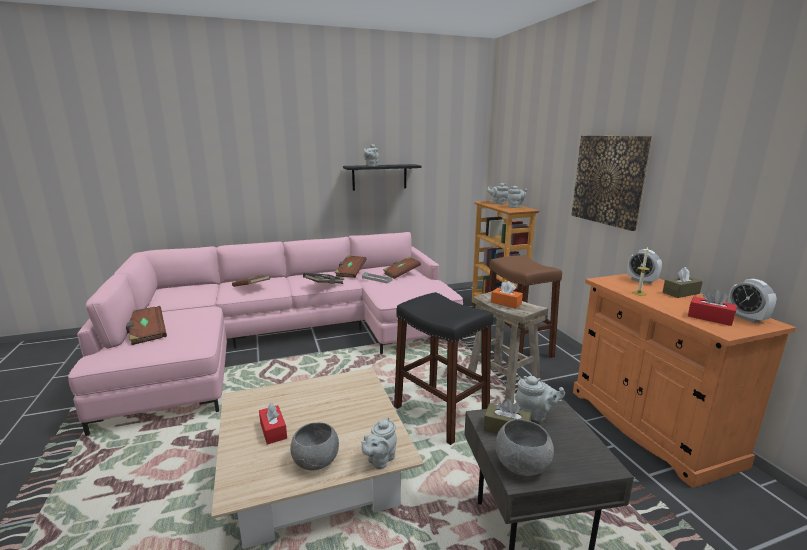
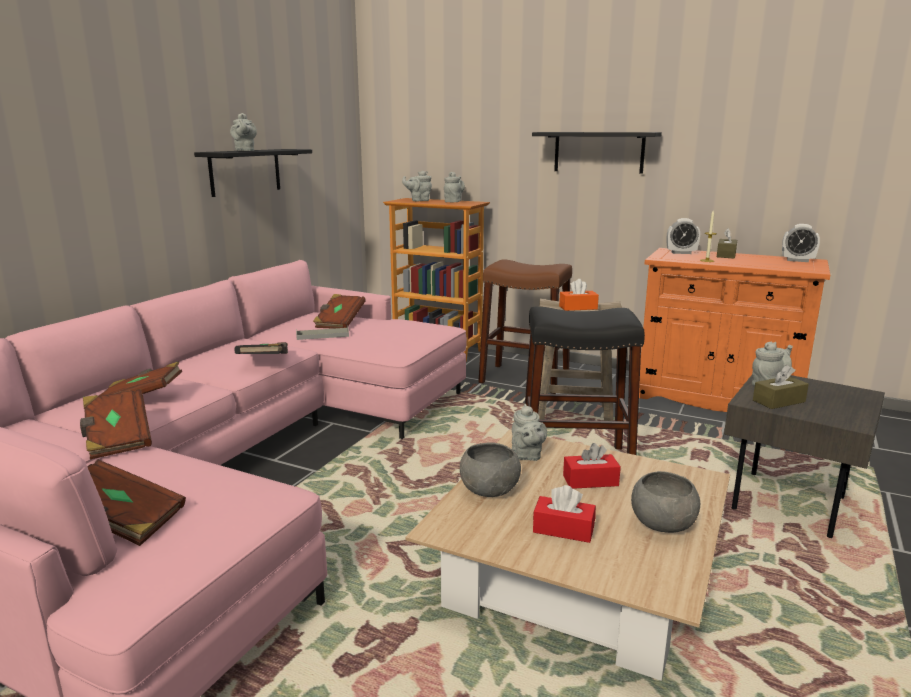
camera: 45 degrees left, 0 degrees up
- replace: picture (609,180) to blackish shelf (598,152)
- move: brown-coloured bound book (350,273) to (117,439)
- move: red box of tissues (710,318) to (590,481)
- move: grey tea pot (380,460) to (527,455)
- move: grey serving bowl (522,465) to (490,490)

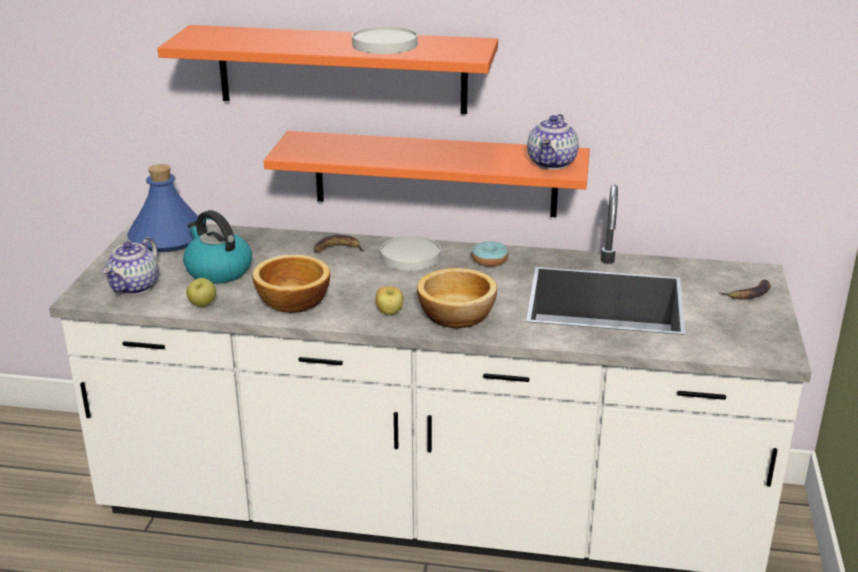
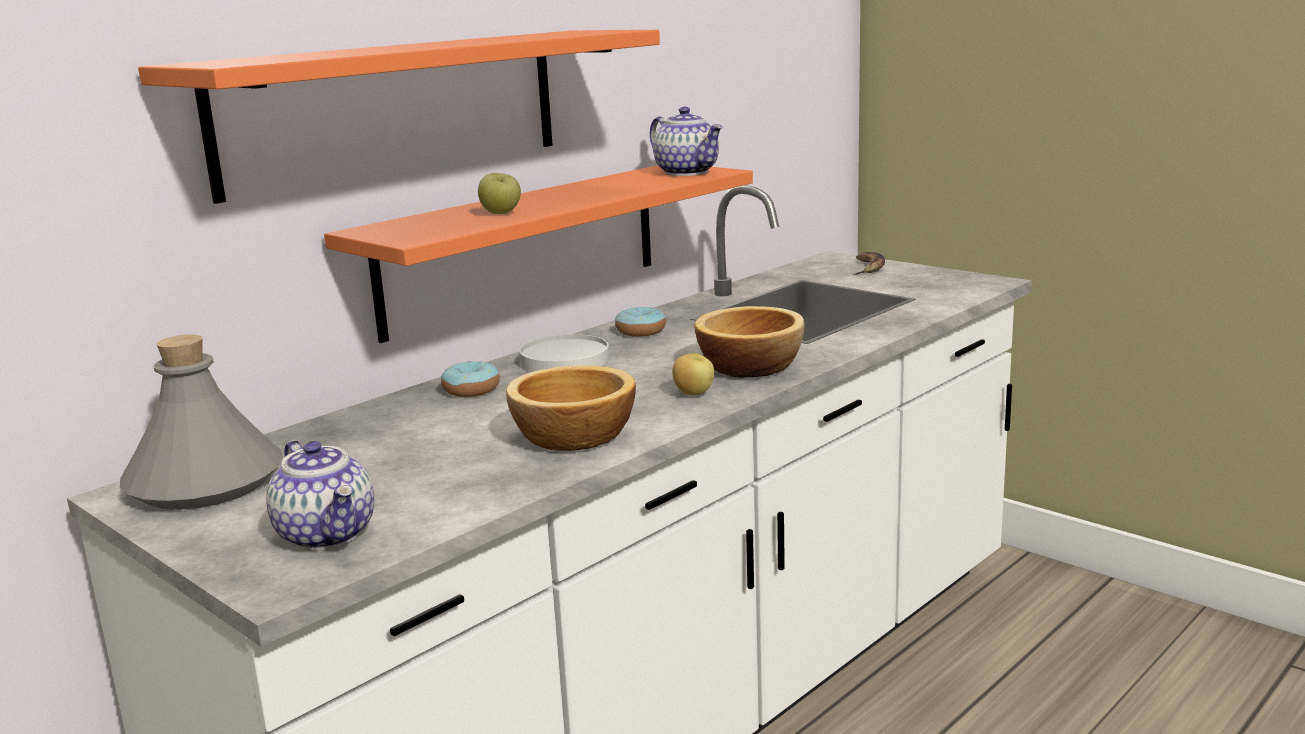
camera: 55 degrees left, 10 degrees down
- delete: white plate (385,44)
- recolor: blue-coloured beverage bottle (167,238) to grey beverage bottle (204,484)
- delete: water kettle (218,271)
- replace: banana fruit (337,249) to donut (471,390)
- move: whole apple (202,305) to (501,214)

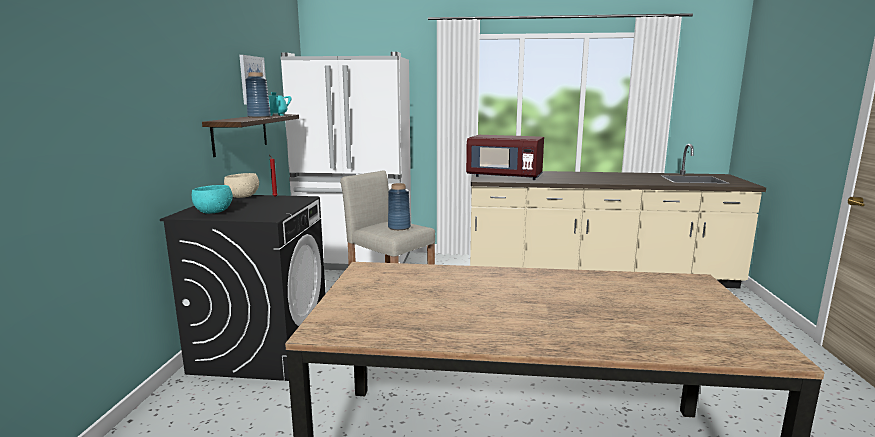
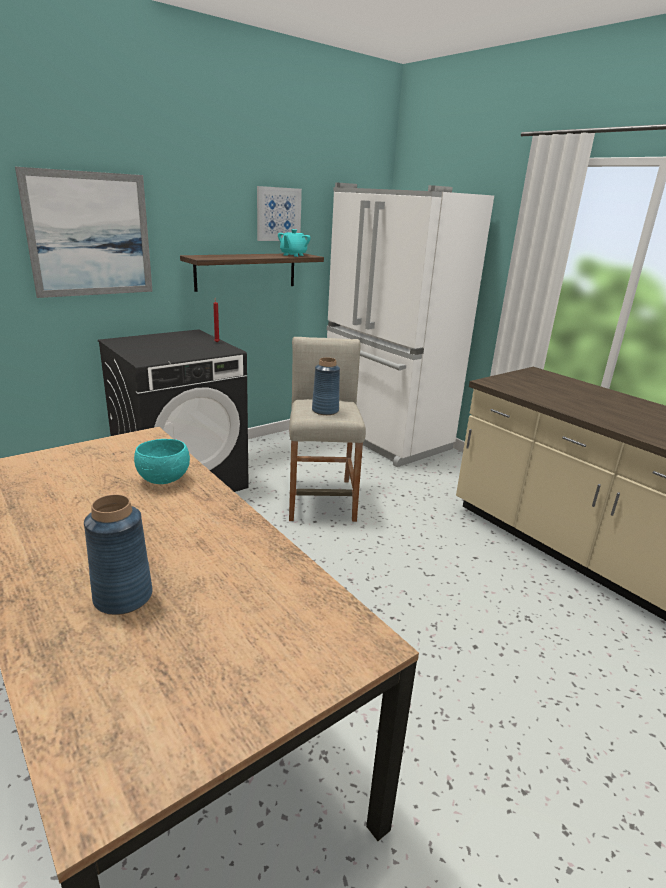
camera: 45 degrees right, 10 degrees up
- move: blue-coloured decorative vase (259,117) to (123,597)
- delete: red microwave oven (505,177)
- delete: sand-coloured serving bowl (243,197)
- move: blue-green serving bowl (214,212) to (165,479)
- insert: picture (90,235)

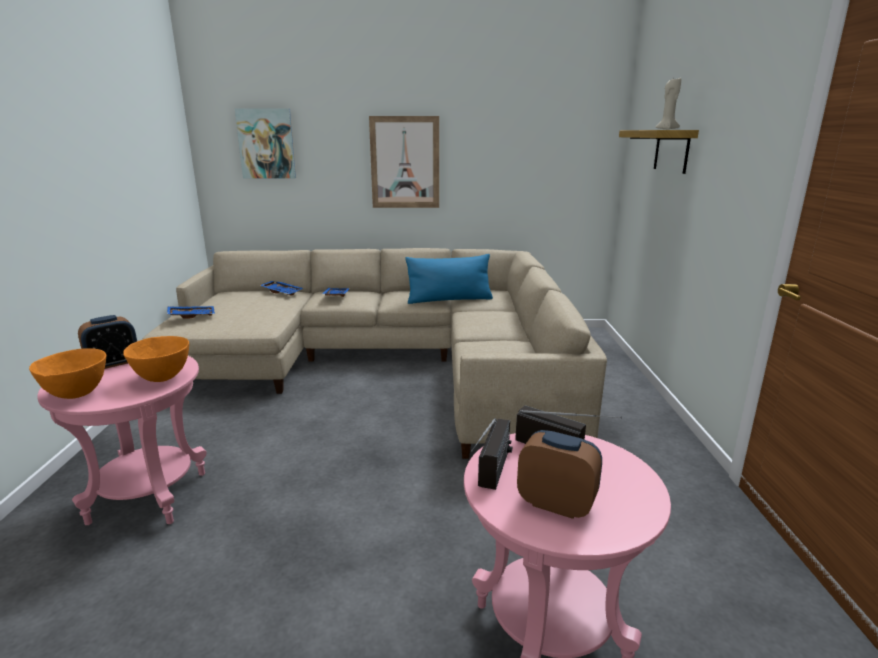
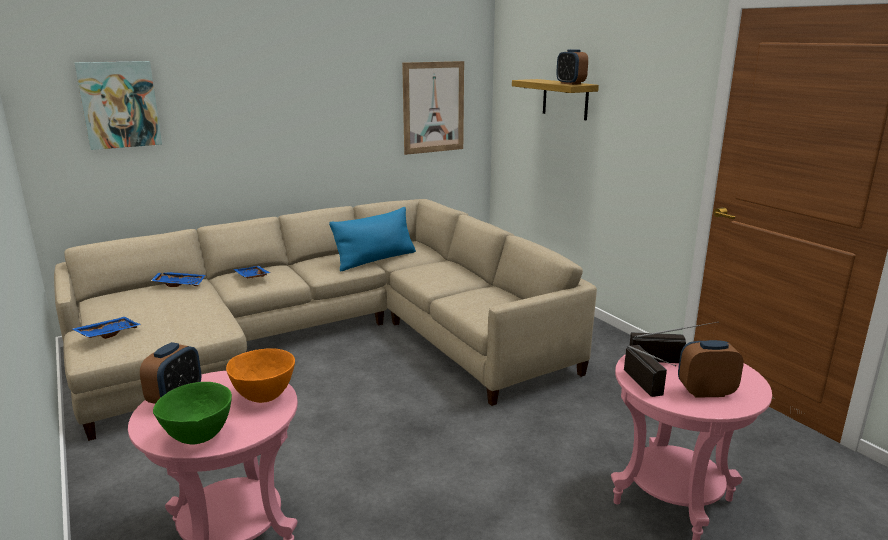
camera: 30 degrees left, 0 degrees up
- replace: sand-coloured wax light (666,129) to bedside clock (570,83)
- move: picture (405,163) to (433,107)
- recolor: orangey serving bowl (77,394) to green serving bowl (199,437)

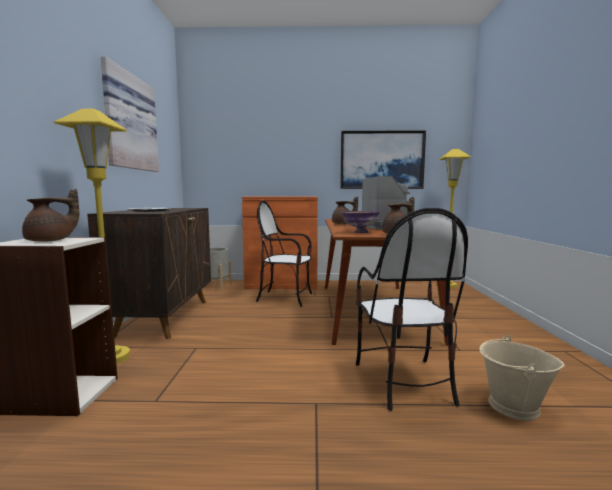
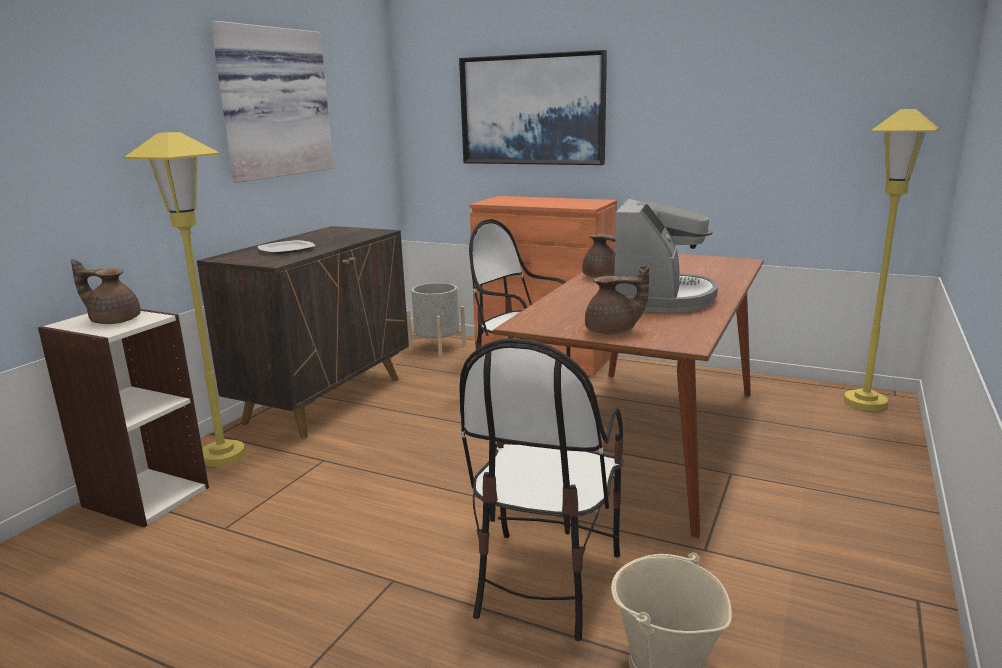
camera: 25 degrees right, 10 degrees up
- move: picture (381,160) to (532,110)
- rotate: brown-coloured tea pot (51,240) = (114,320) 150 degrees counterclockwise
- delete: purplish serving bowl (360,232)

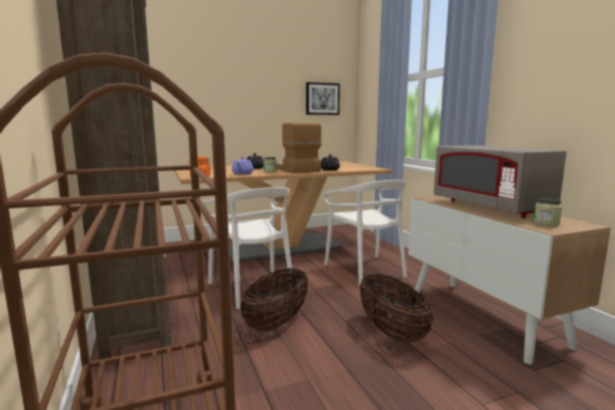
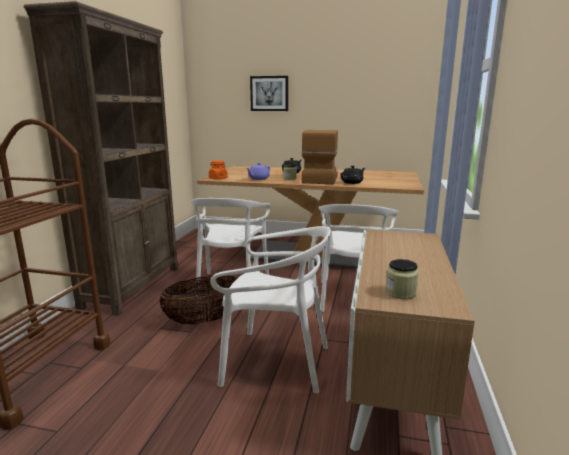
camera: 35 degrees right, 5 degrees up
- move: picture (322,99) to (269,93)
- delete: grey microwave oven (490,207)
- replace: storage basket (391,332) to white upright chair (275,362)

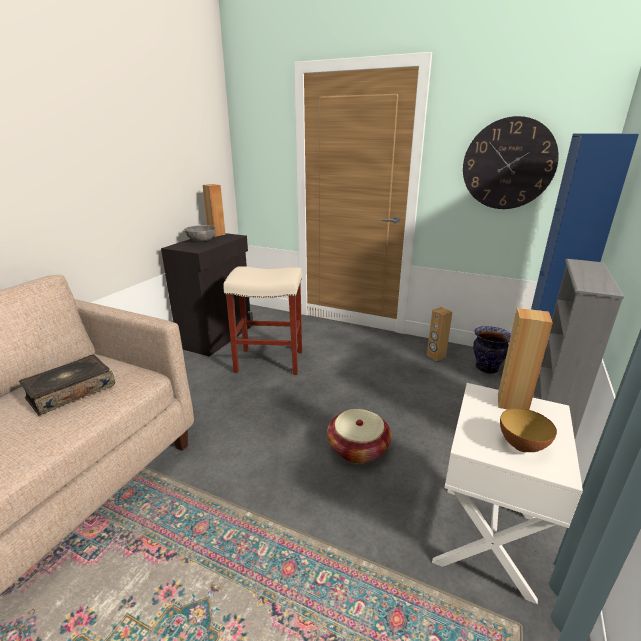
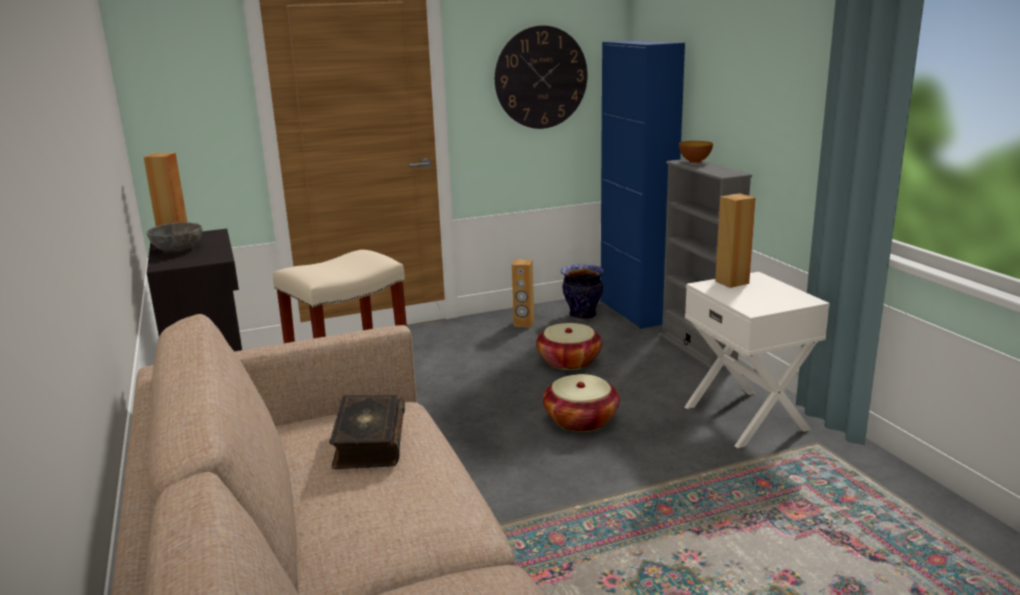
camera: 45 degrees left, 5 degrees down
- move: serving bowl (522,446) to (695,162)
- insert: storage basket (569,361)

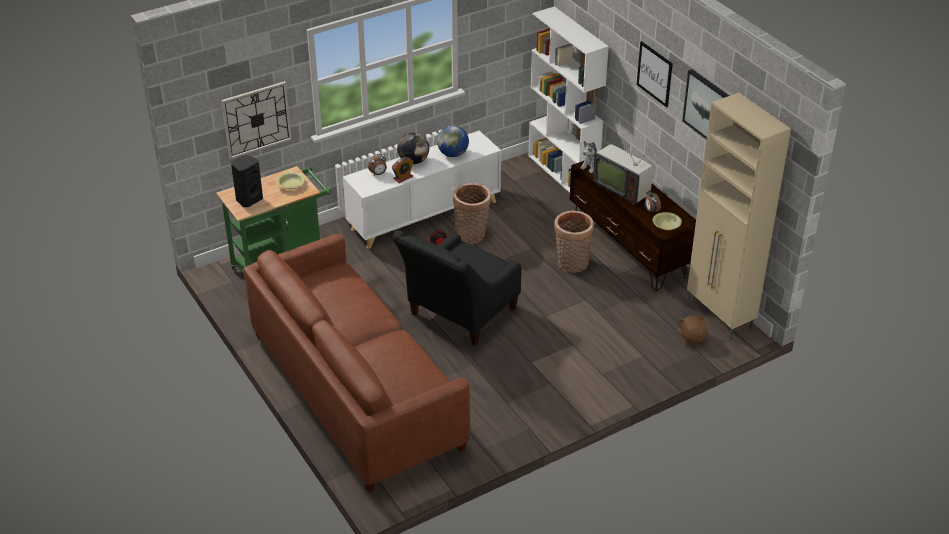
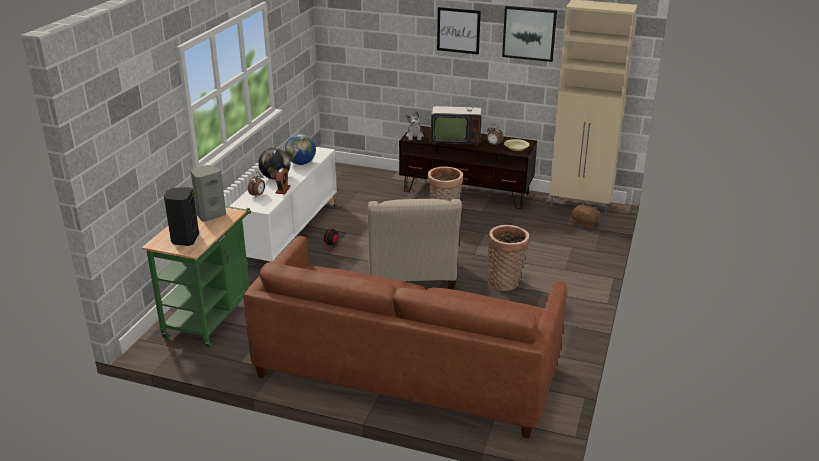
camera: 40 degrees left, 10 degrees down
- delete: white bookshelf (563,174)
- delete: wall clock (256,119)
- replace: yellowish serving bowl (291,184) to grey audio speaker (210,215)
- move: storage basket (472,236) to (505,282)
- recolor: blackish armchair (458,315) to sand-coloured armchair (411,282)

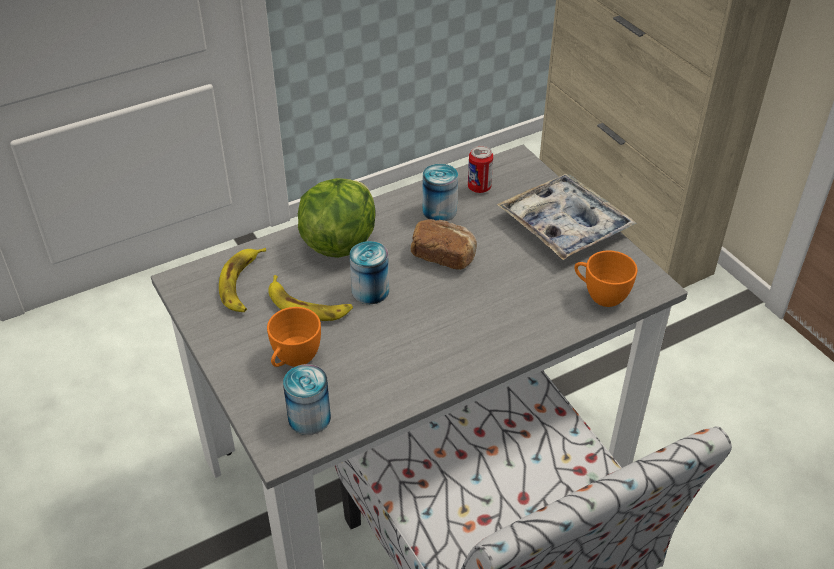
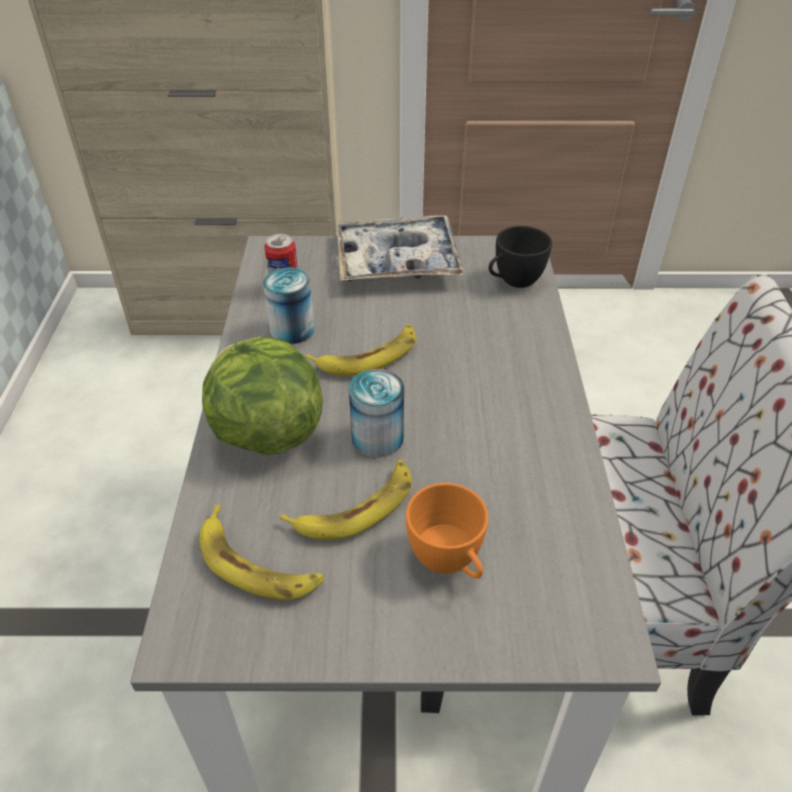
camera: 60 degrees left, 0 degrees up
- replace: baked bread (443,255) to banana fruit (368,356)
- recolor: orangey cup (600,295) to blackish cup (513,281)
- delete: metal can (309,418)

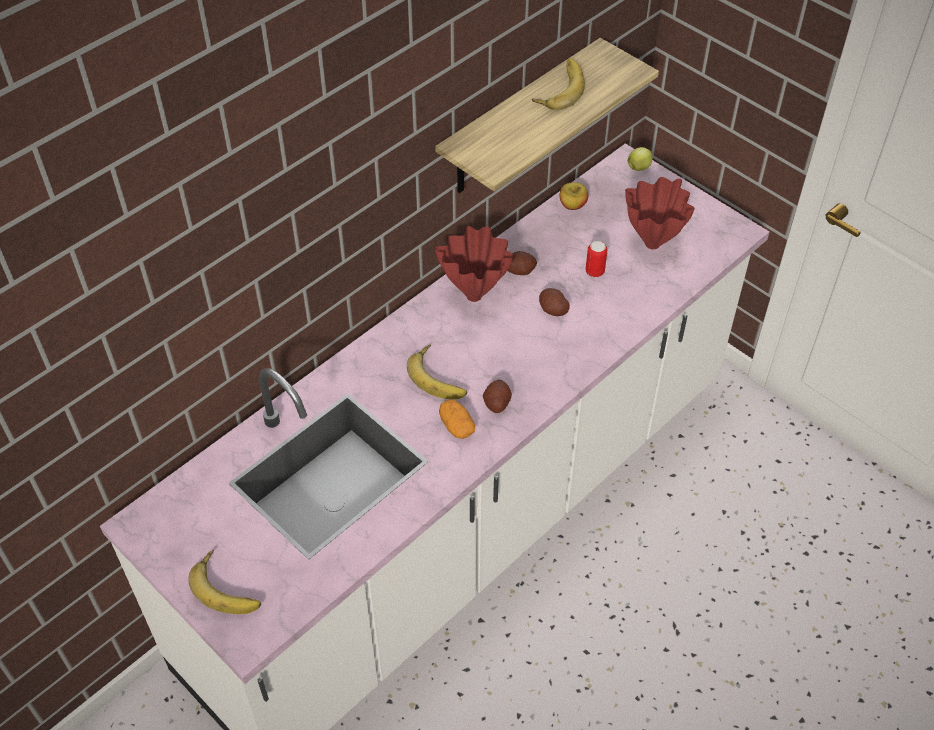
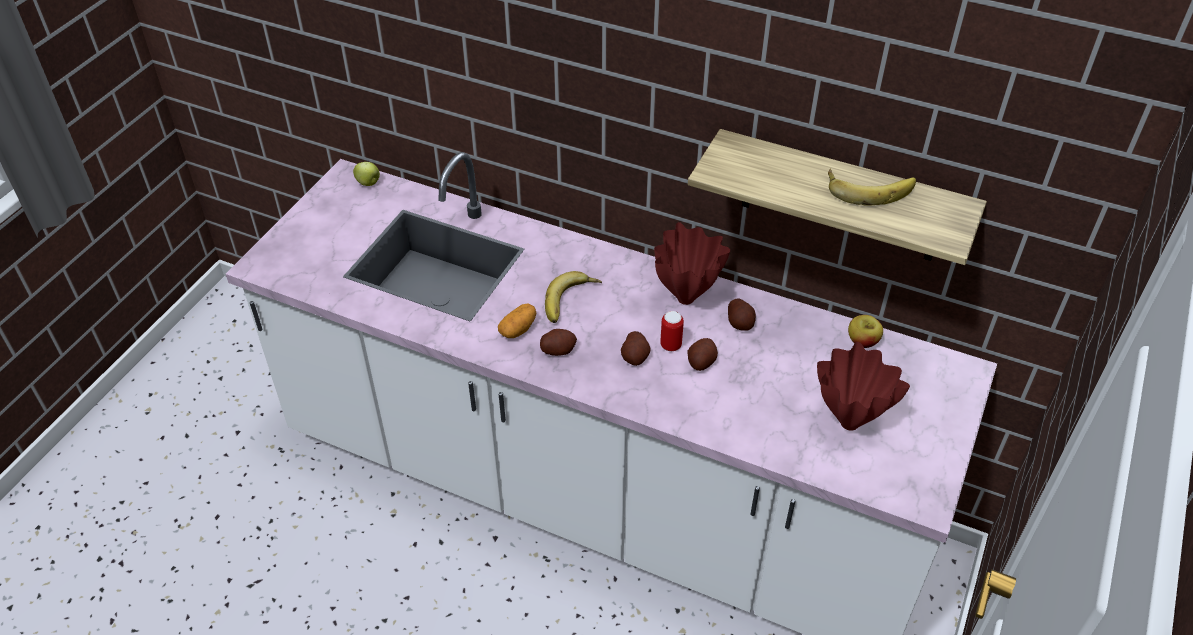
camera: 70 degrees right, 5 degrees down
- move: whole apple (639,167) to (369,183)
- move: metal can (594,272) to (670,345)
- delete: banana fruit (228,587)
- insert: spud (635,357)

